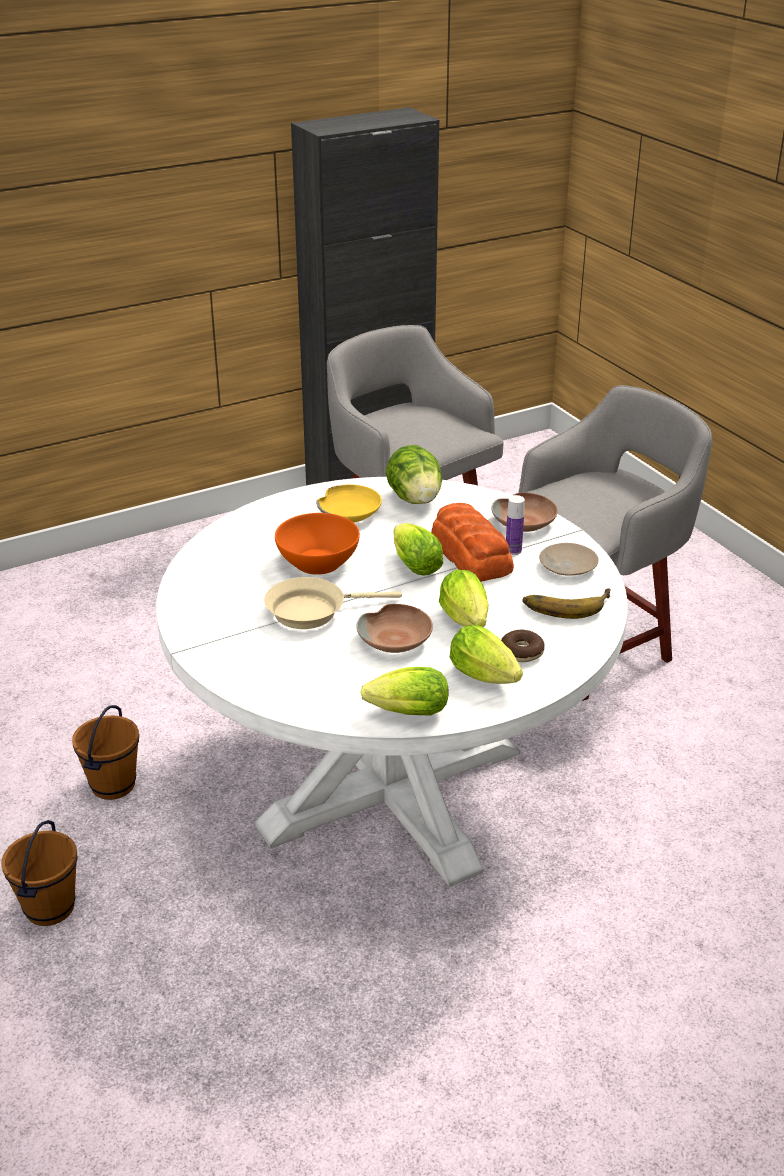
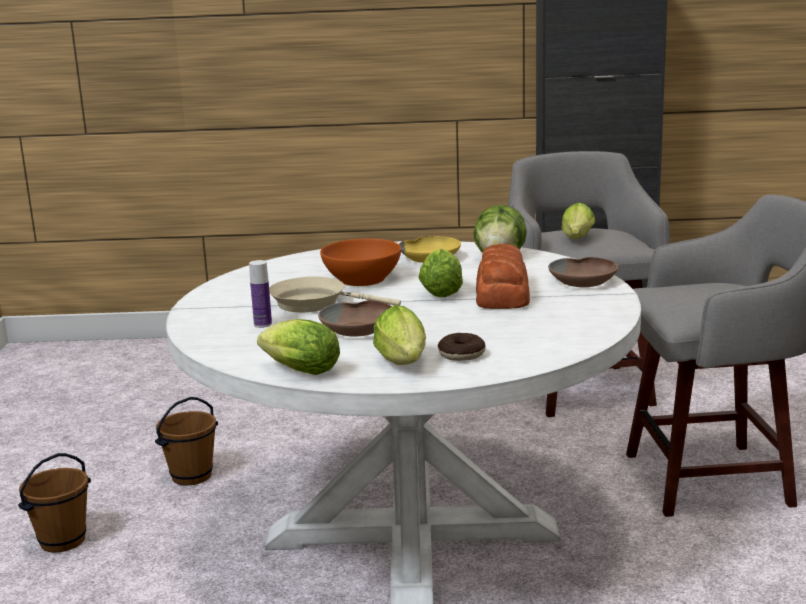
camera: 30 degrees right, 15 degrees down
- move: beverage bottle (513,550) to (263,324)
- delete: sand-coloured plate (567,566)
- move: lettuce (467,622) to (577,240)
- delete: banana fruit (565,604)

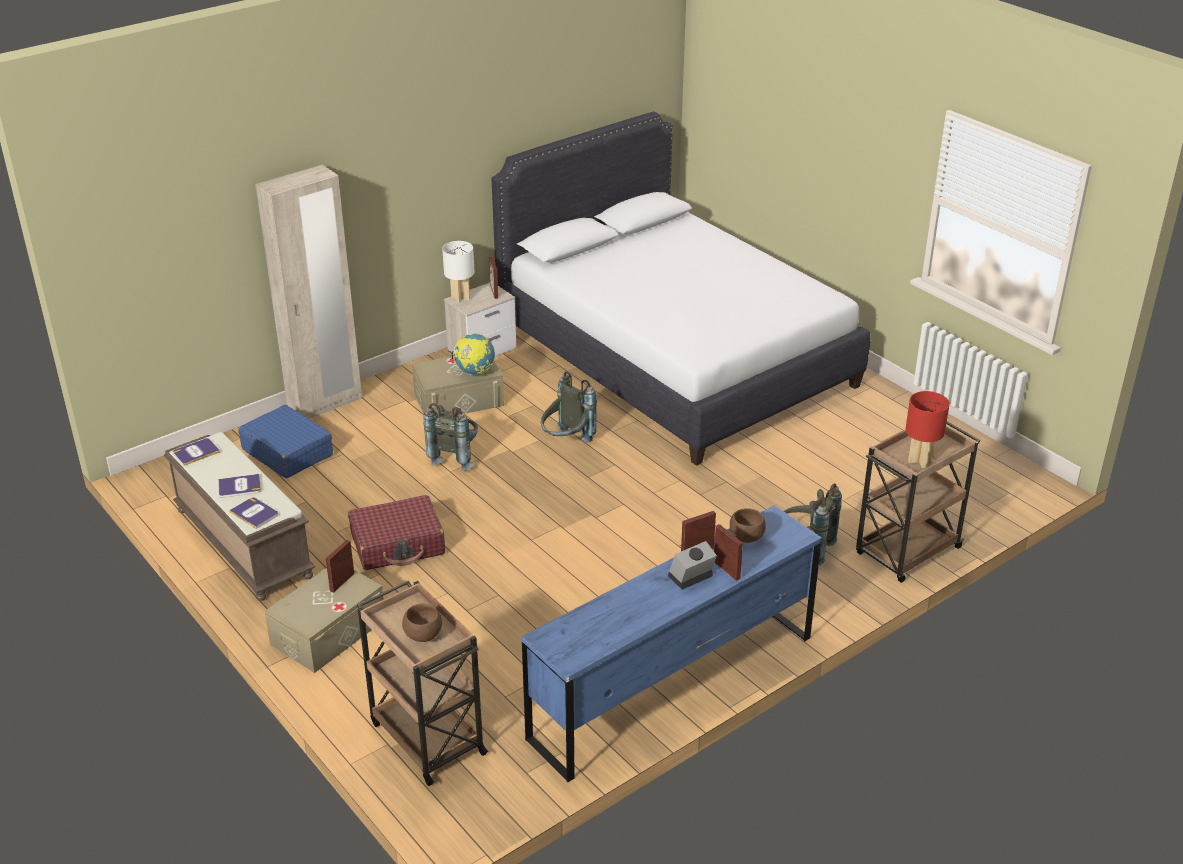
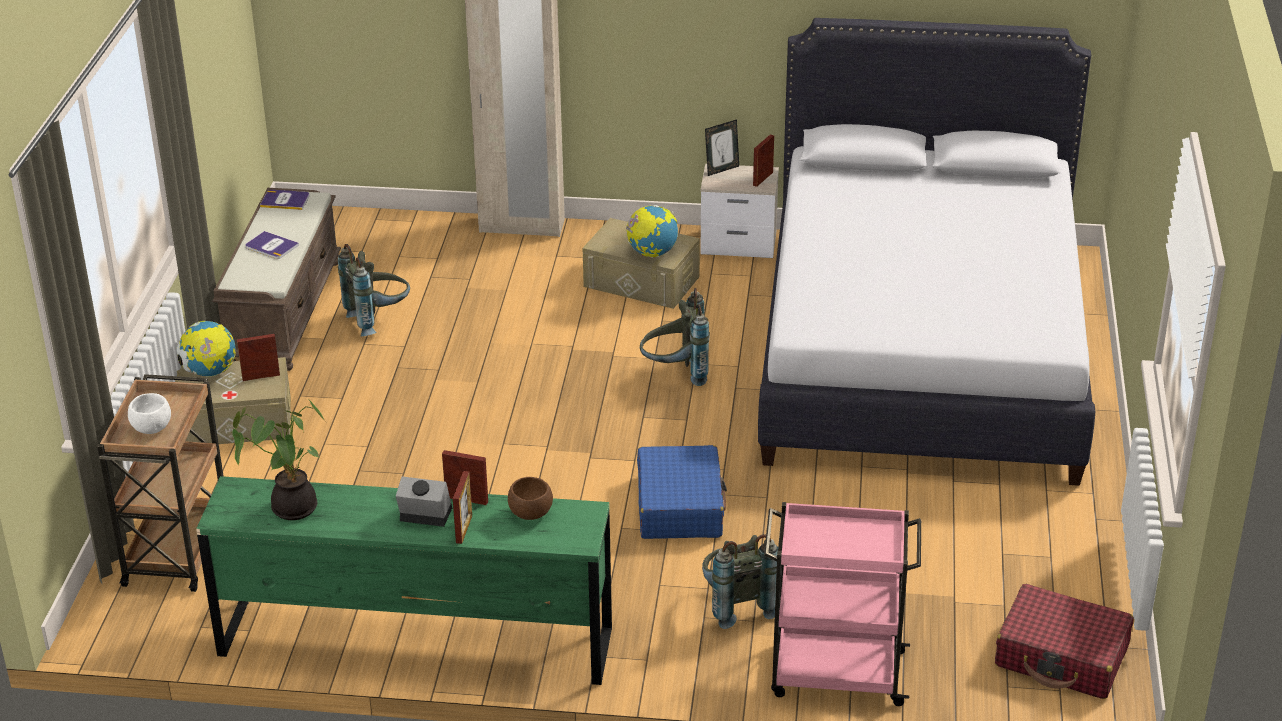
camera: 45 degrees right, 0 degrees up
- replace: white table lamp (460,298) to standing frame (721,169)
- delete: red table lamp (920,460)
- move: grey knapsack (455,456) to (378,320)
- move: blue-coloured suitcase (287,452) to (680,506)
- recolor: brown-coloured trolley (906,552) to pink-coloured trolley (834,673)
- move: red suitcase (398,544) to (1062,656)
- delete: bound book (254,513)
- recolor: blue-coloured chest of drawers (673,686) to green chest of drawers (416,641)
- recolor: brown-coloured serving bowl (423,635) to white serving bowl (152,428)
- insert: world globe (210,372)
- insert: plant in a pot (290,507)

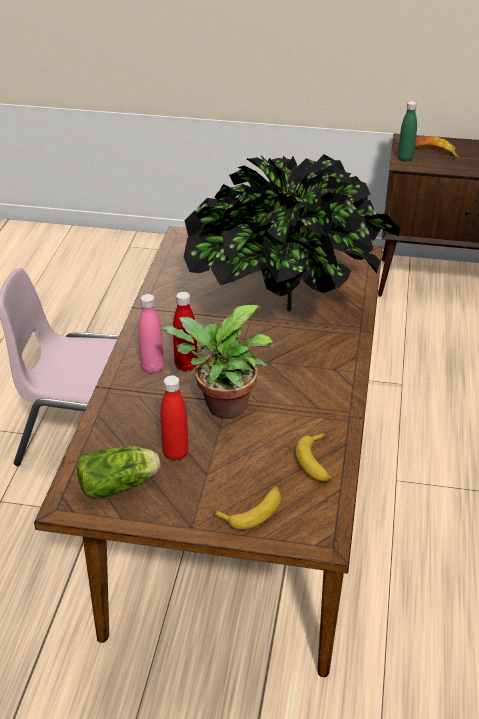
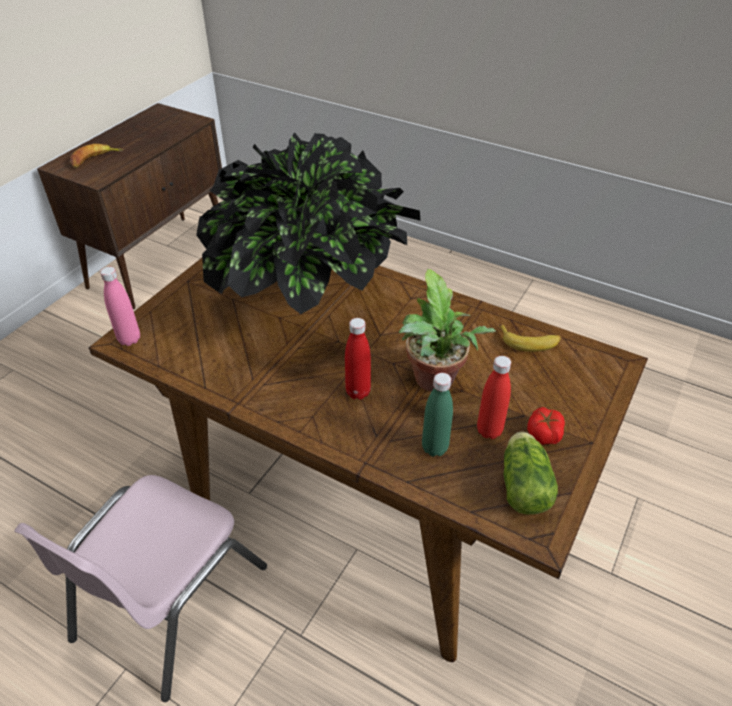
camera: 70 degrees left, 5 degrees up
- move: green beverage bottle (405,158) to (434,448)
- move: pink-coloured beverage bottle (152,368) to (129,339)
- delete: banana fruit (252,511)
- insert: tomato (543,433)

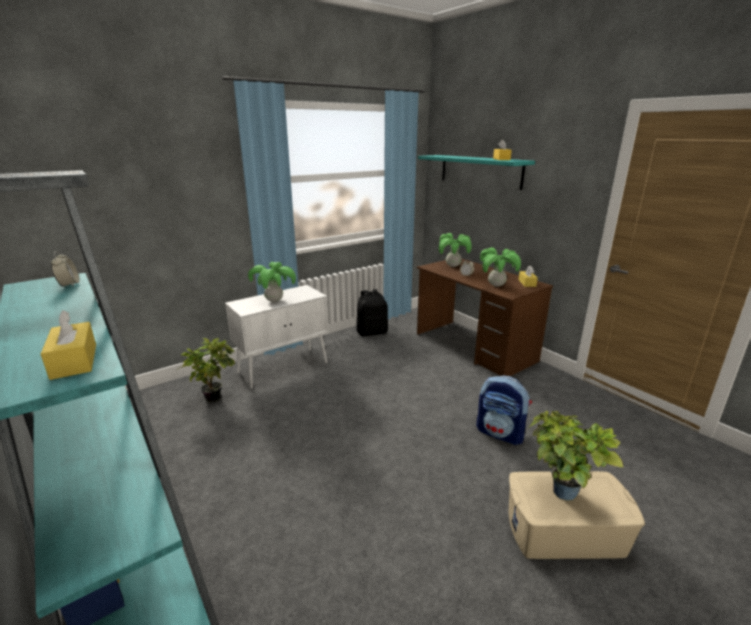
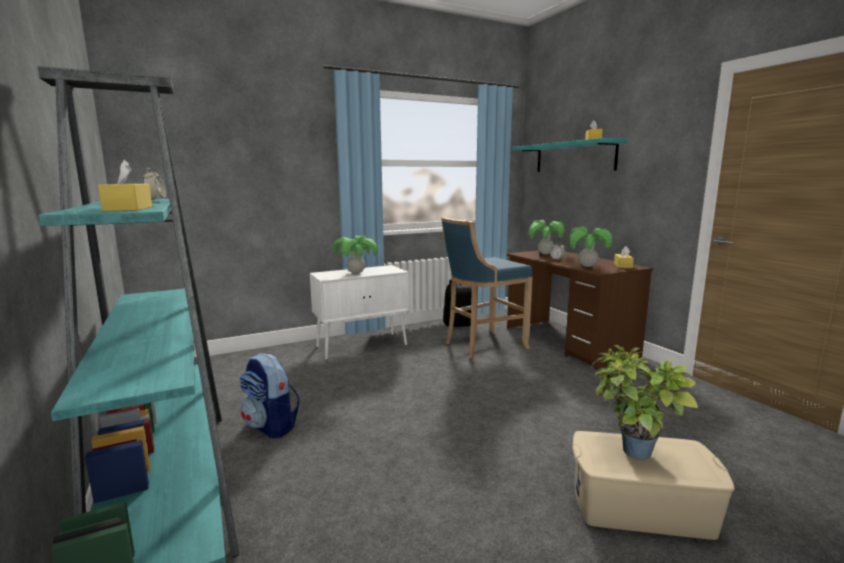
camera: 10 degrees right, 10 degrees down
- delete: plant in a pot (214,396)
- move: knapsack (500,433) to (271,426)
- insert: blue-coloured sitting stool (482,345)

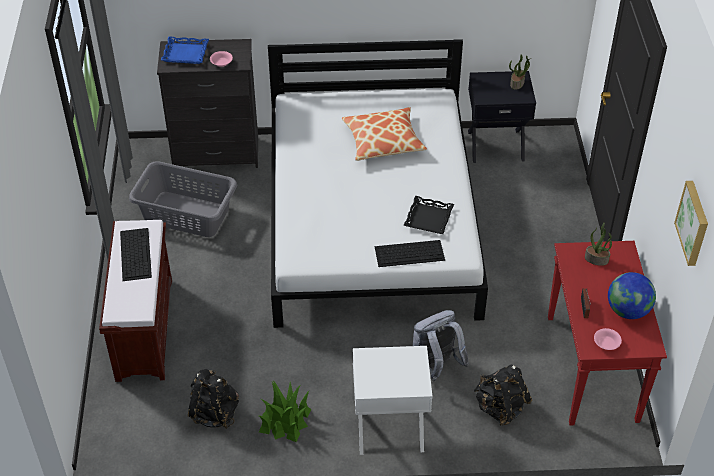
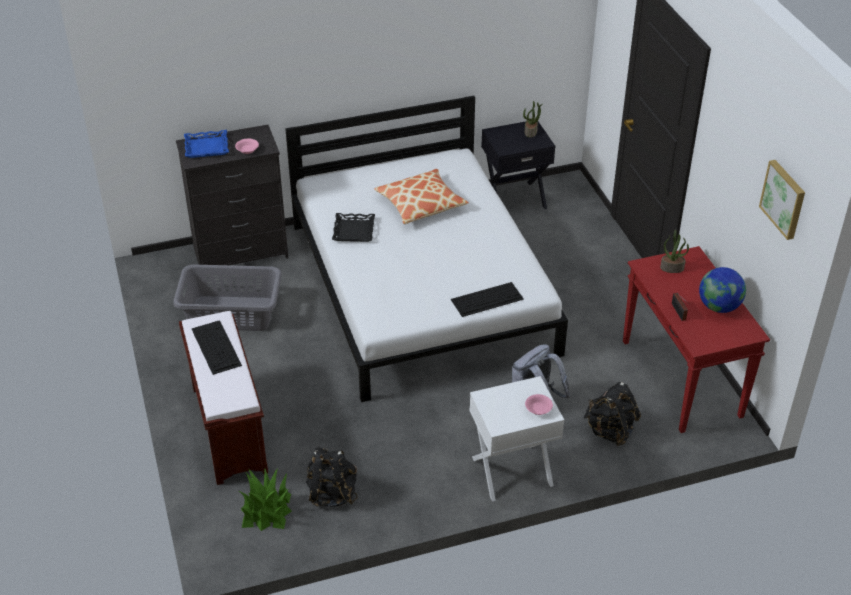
camera: 15 degrees left, 5 degrees down
- move: blackish serving tray (428,218) to (353,231)
- move: pink-coloured serving bowl (606,343) to (538,409)
- move: plant in a pot (285,419) to (266,509)

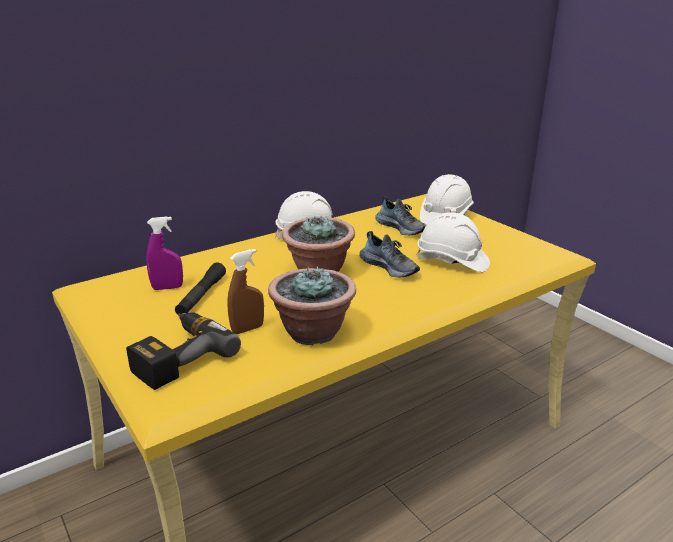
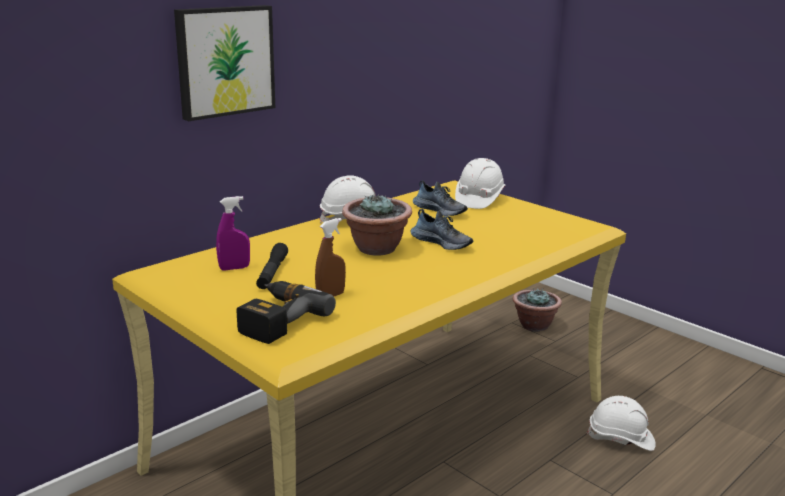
camera: 10 degrees left, 5 degrees down
- move: white work helmet (452,261) to (621,438)
- move: plant in a pot (312,332) to (534,325)
- insert: picture (224,61)

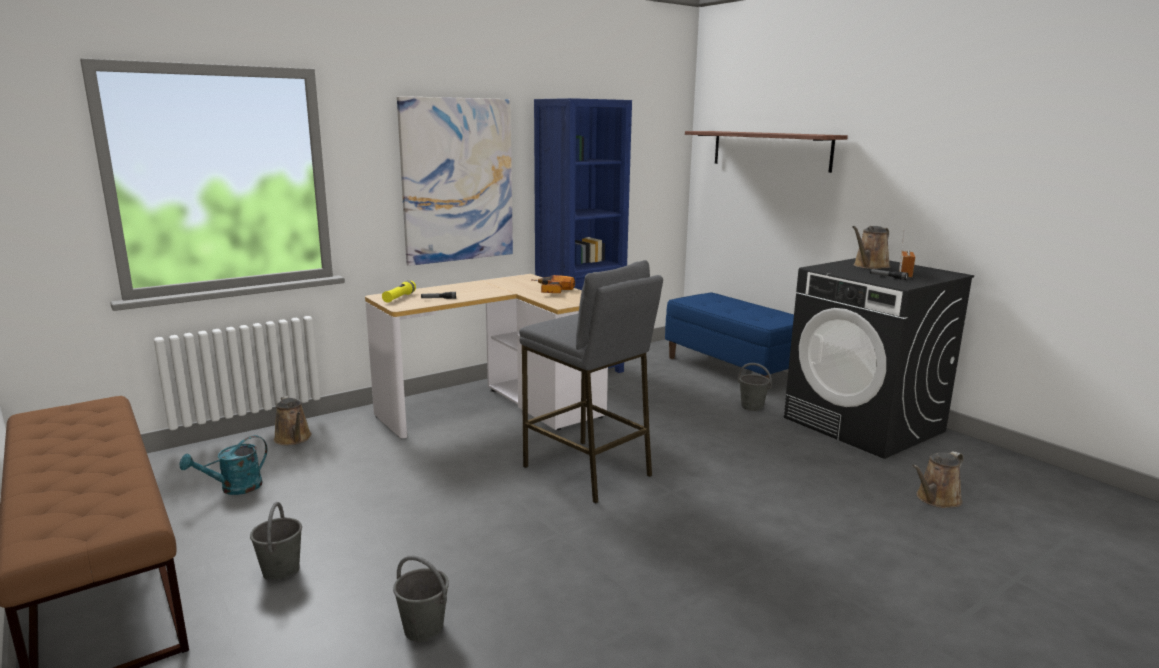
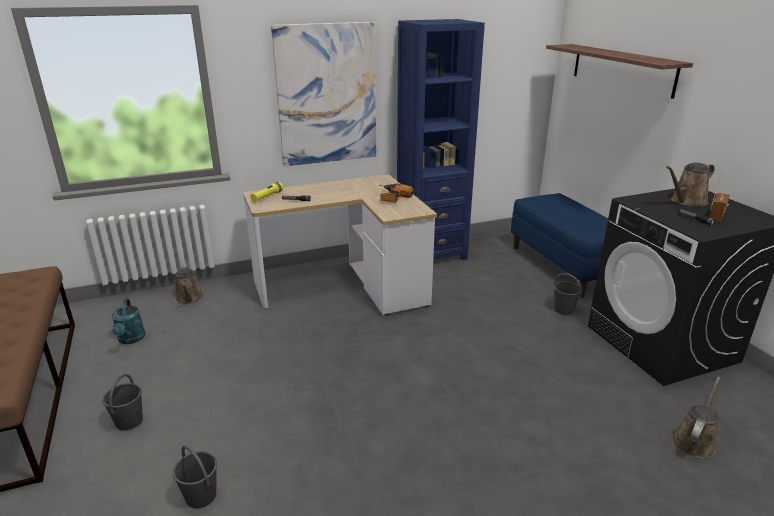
camera: 15 degrees right, 10 degrees up
- delete: grey sitting stool (587,471)
- rotate: blue-green watering pot (234,488) = (131,339) 75 degrees counterclockwise
- rotate: brown-coloured watering pot (936,499) = (694,441) 150 degrees clockwise

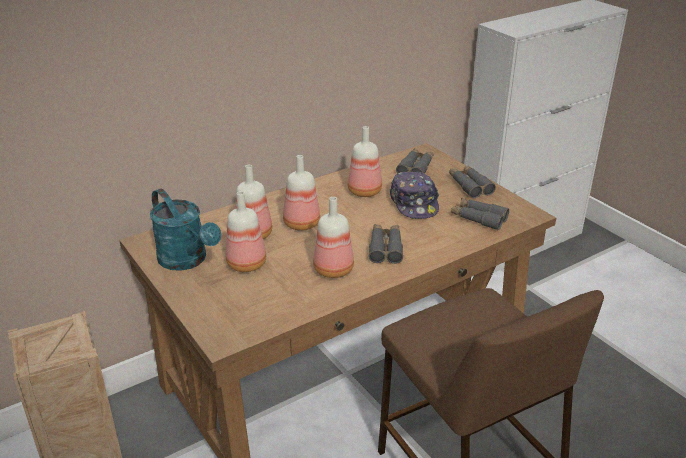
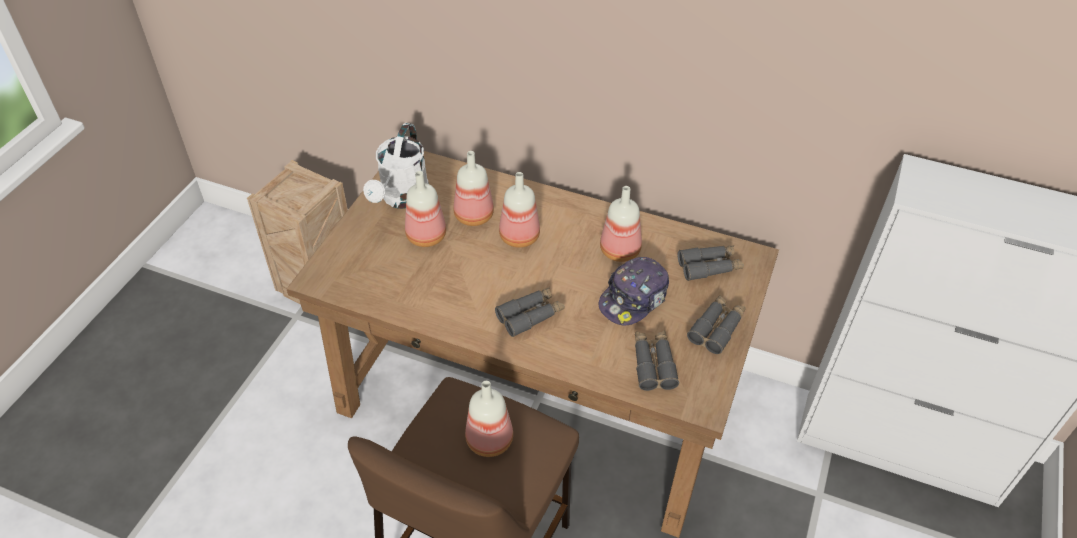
camera: 55 degrees right, 15 degrees up
- recolor: blue-green watering pot (187,260) to white watering pot (402,198)
- move: beverage bottle (332,269) to (489,438)

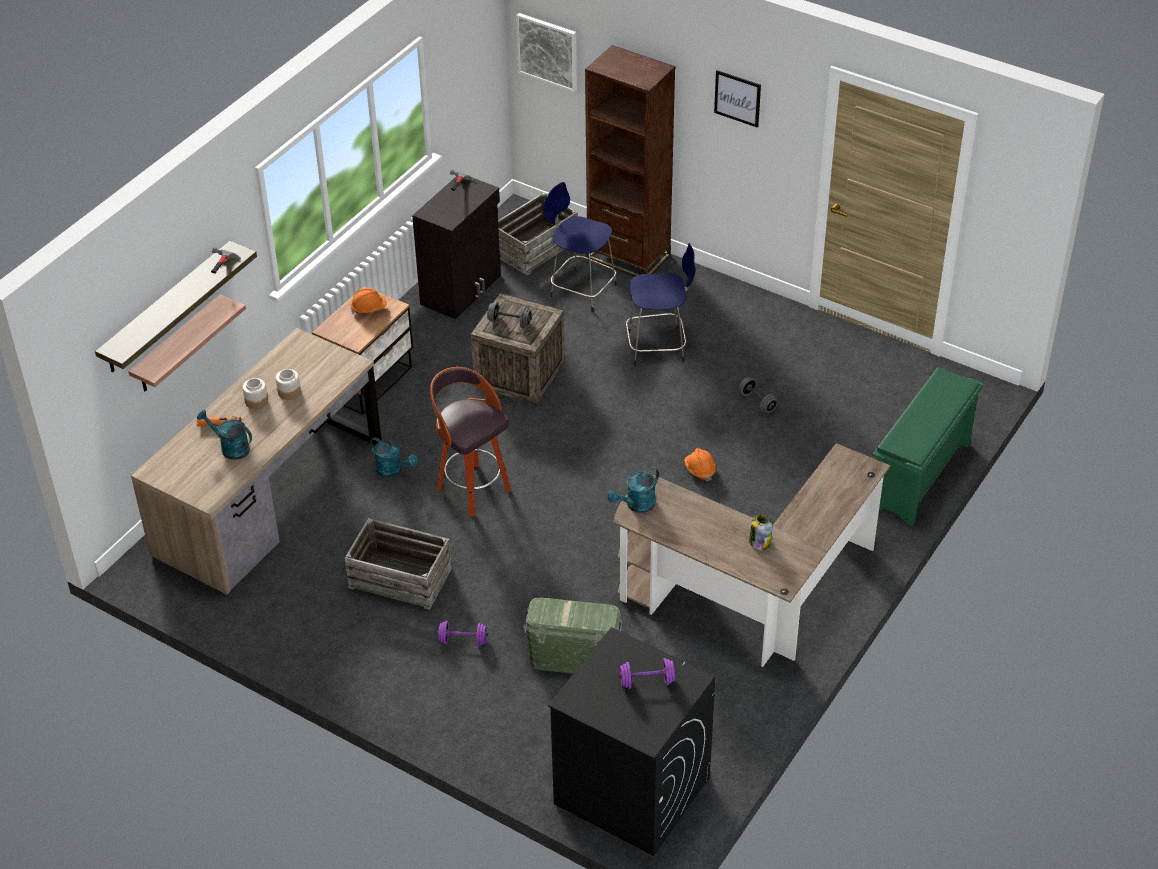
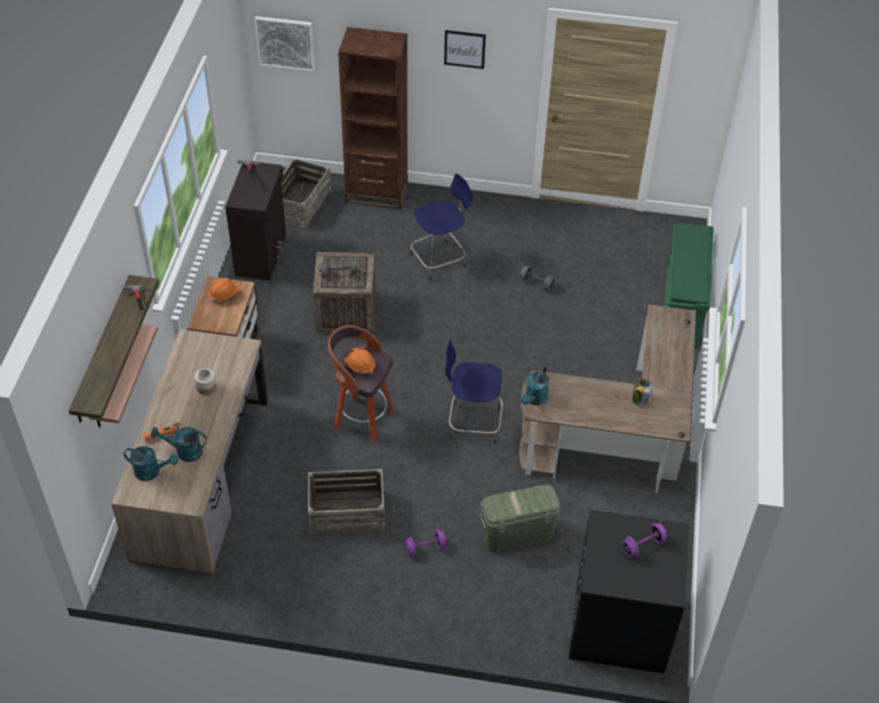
camera: 25 degrees left, 5 degrees up
- move: blue-coloured sitting stool (581,290) to (472,423)
- delete: preserve jar (256,401)
- move: blue-green watering pot (393,470) to (151,471)
- move: orangey work helmet (699,470) to (360,366)

